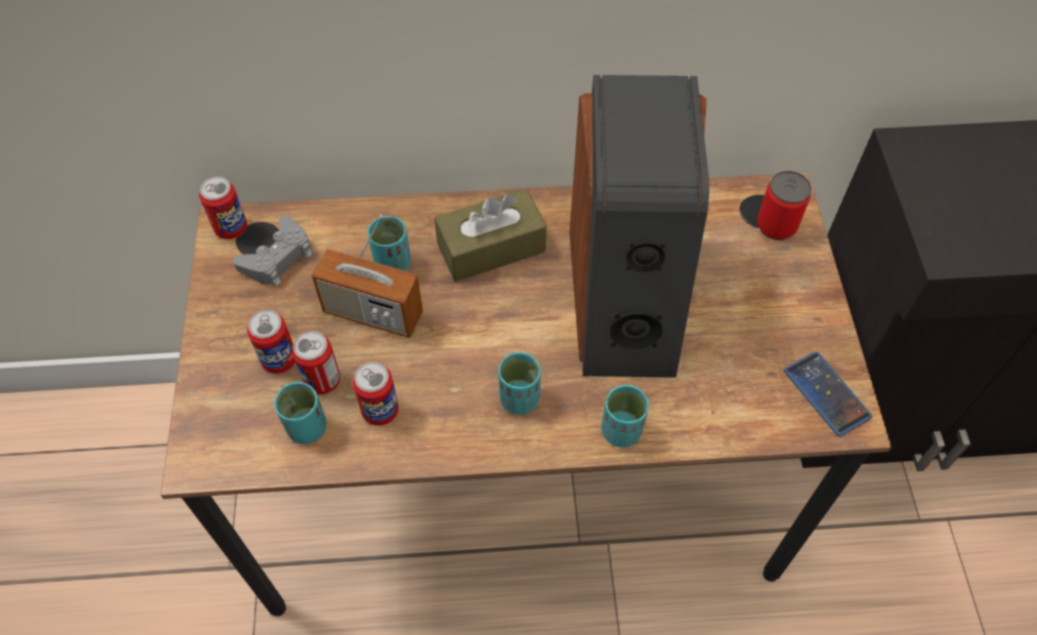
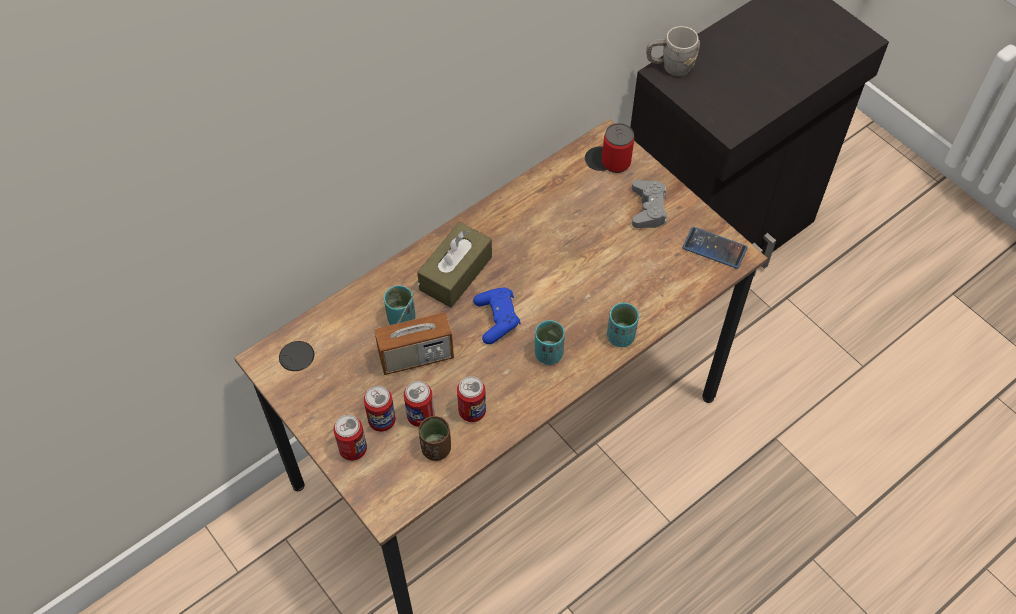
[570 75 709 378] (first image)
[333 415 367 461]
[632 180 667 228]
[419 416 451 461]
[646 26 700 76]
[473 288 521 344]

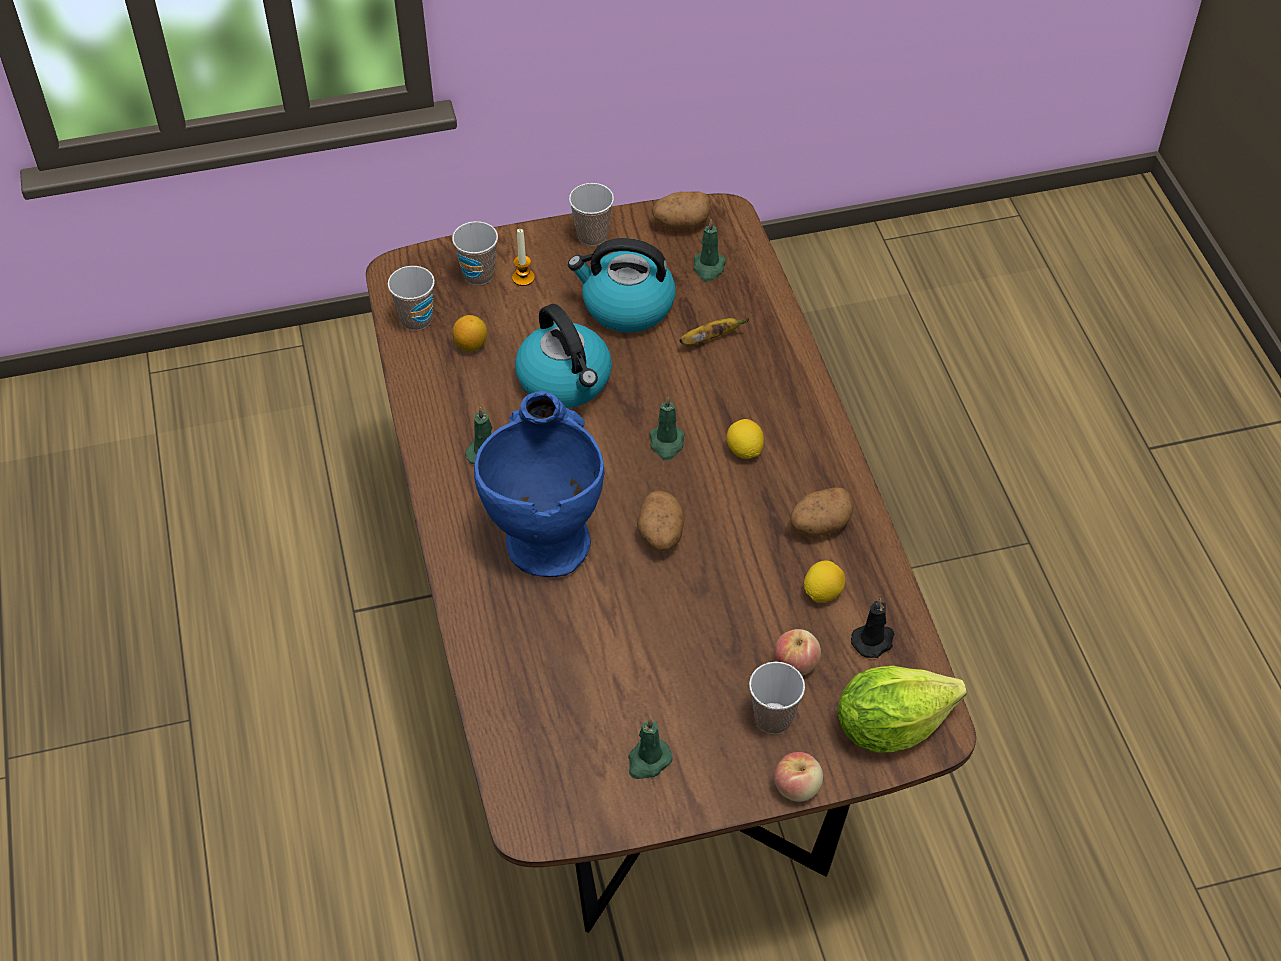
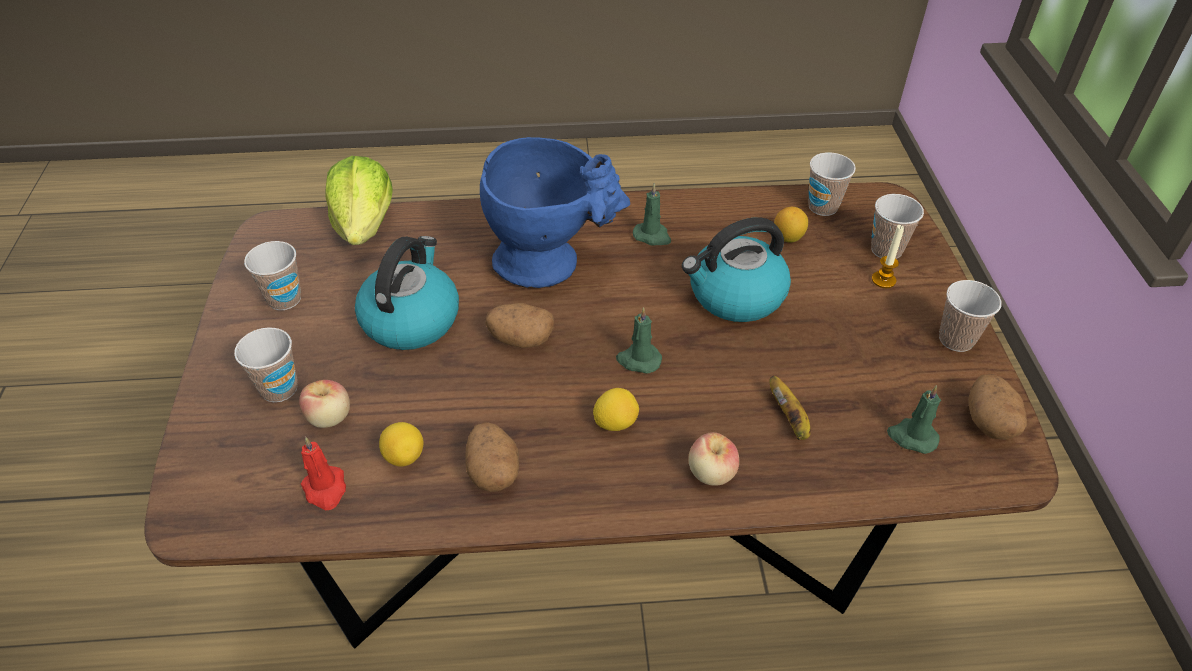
[355 236 459 350]
[301 437 346 511]
[326 156 393 245]
[244 241 301 310]
[688 432 739 486]

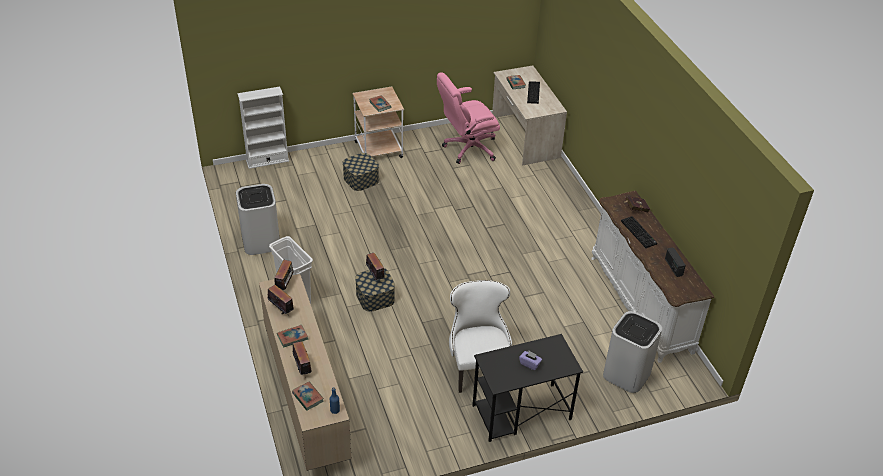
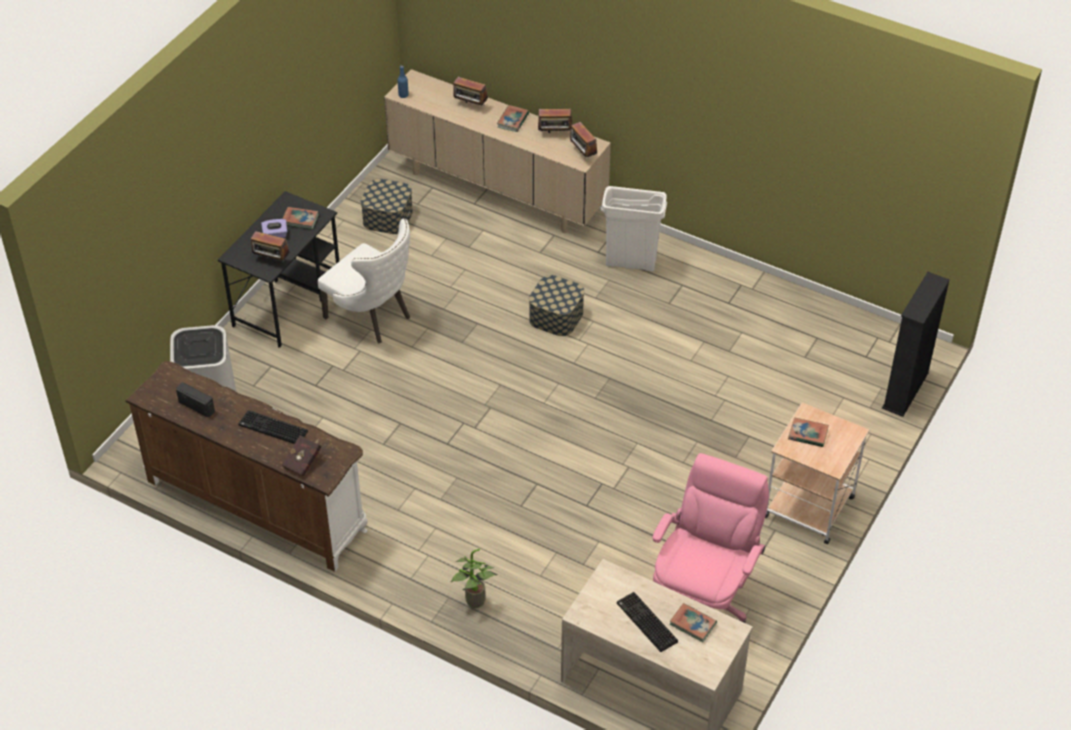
[882 272 950 417]
[361 179 413 234]
[236 184 280 255] (first image)
[251 231 290 261]
[282 207 319 229]
[450 549 497 608]

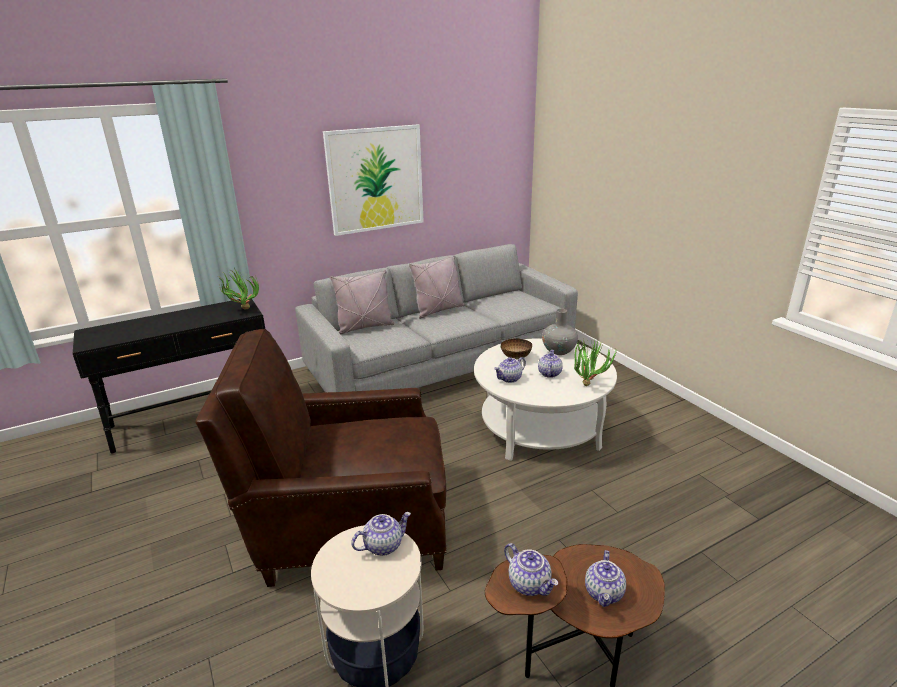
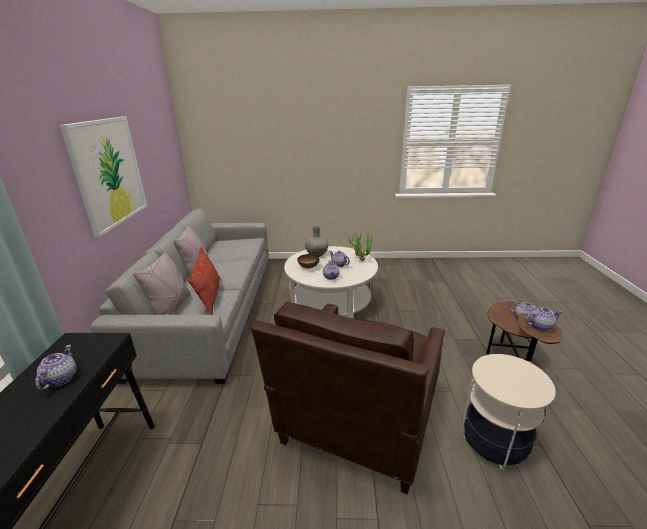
[220 268 259 309] (first image)
[35 345 76 390]
[188 247 221 315]

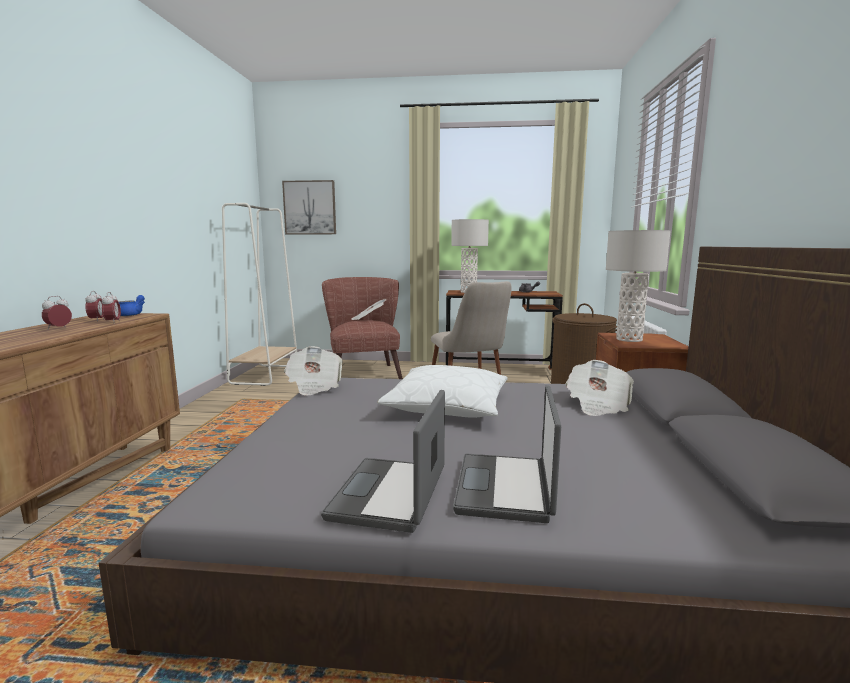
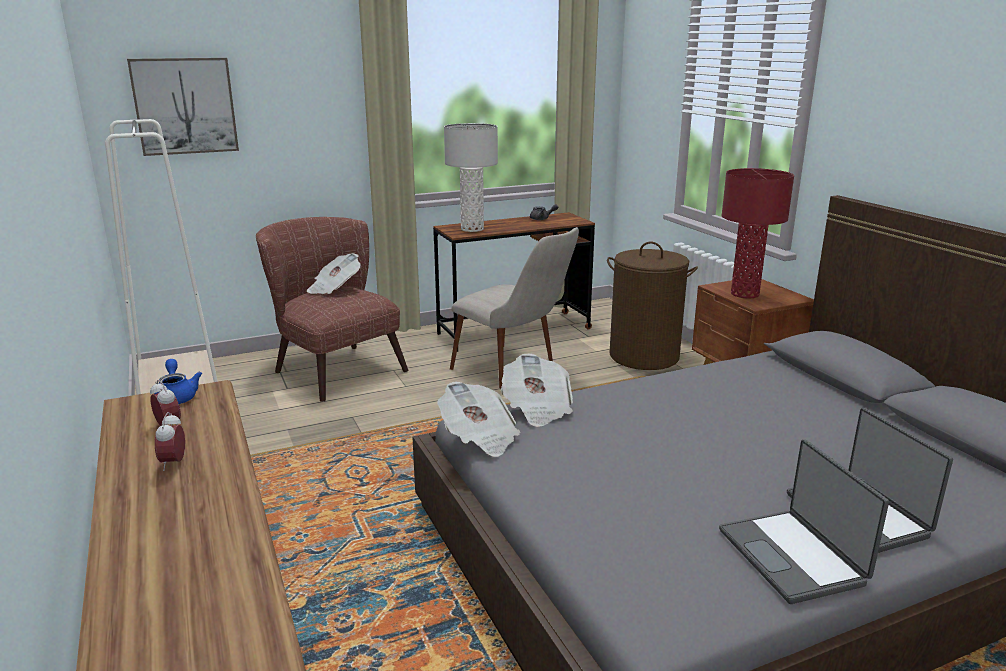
[722 168 794 299]
[102 292 121 321] (first image)
[501 353 573 427]
[377 365 508 418] (first image)

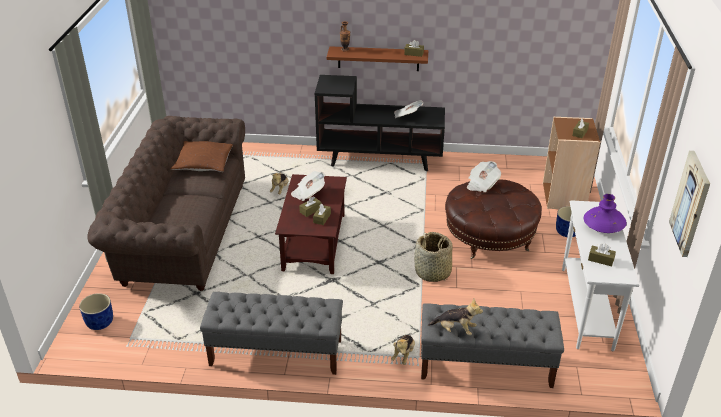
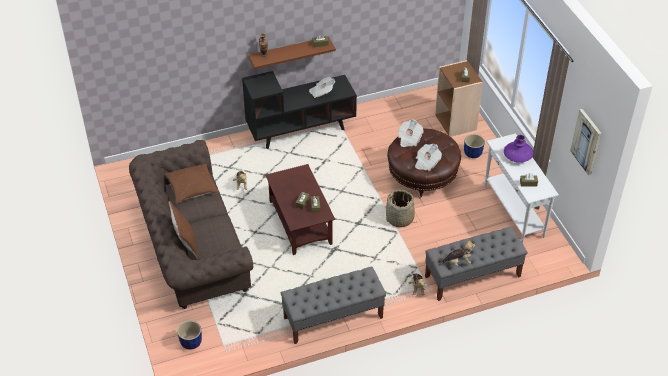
[415 144 442 171]
[169 201 200 259]

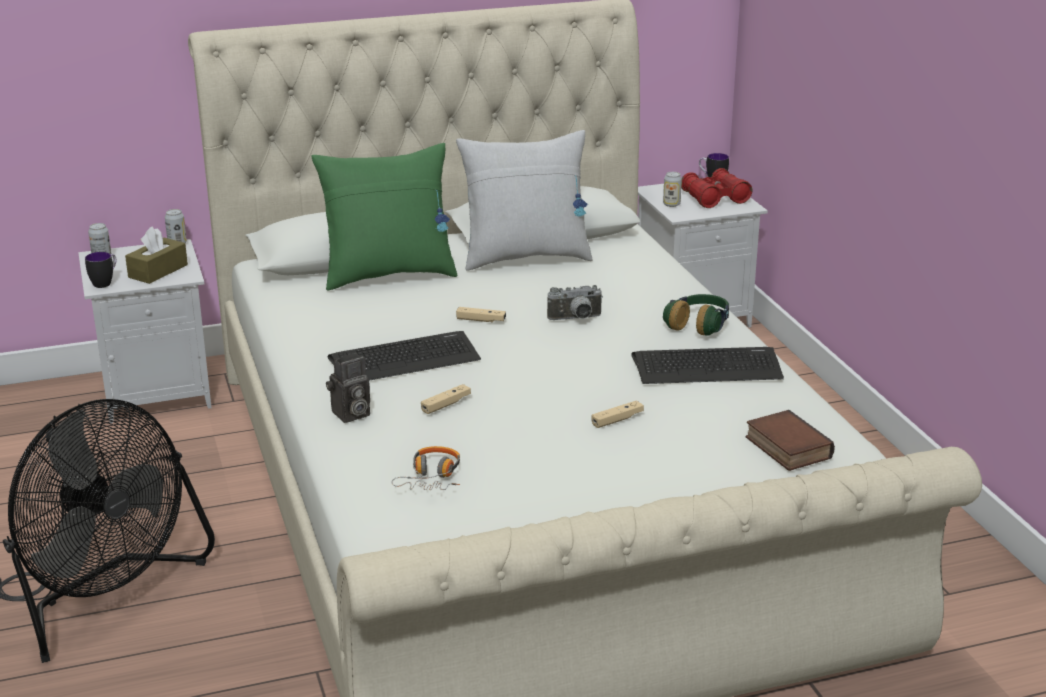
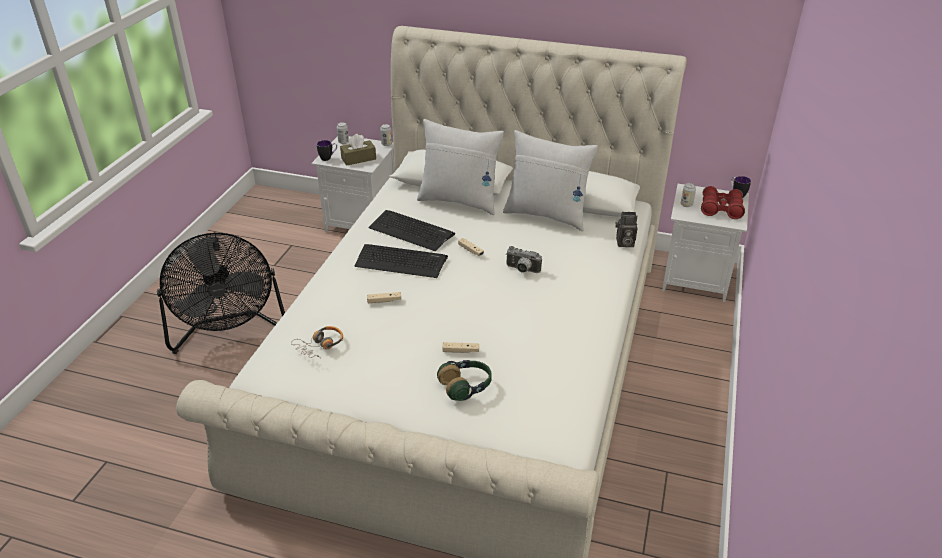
[417 119 504 215]
[437 360 492 401]
[368 210 455 251]
[615 212 637 247]
[746 410 835 471] (first image)

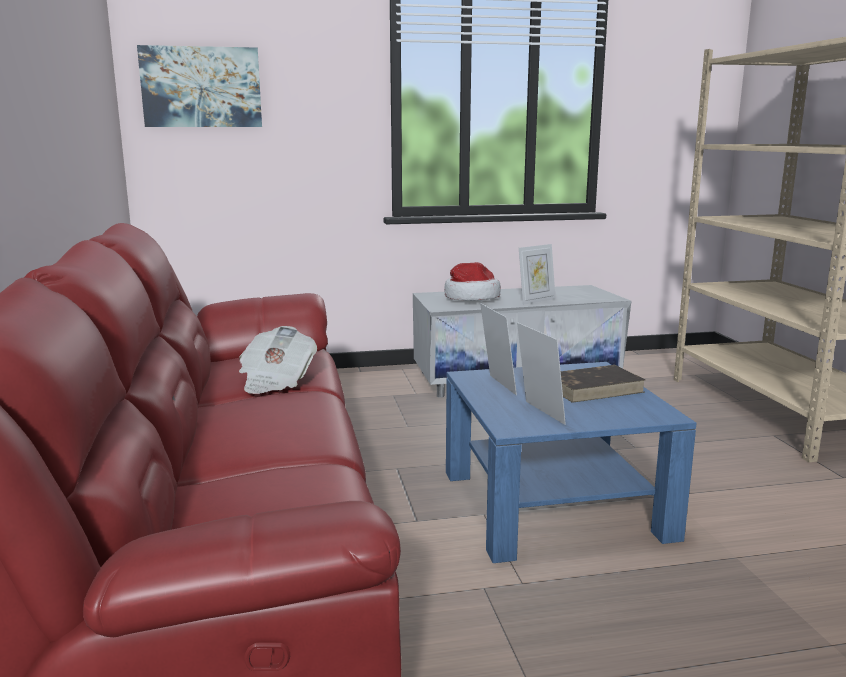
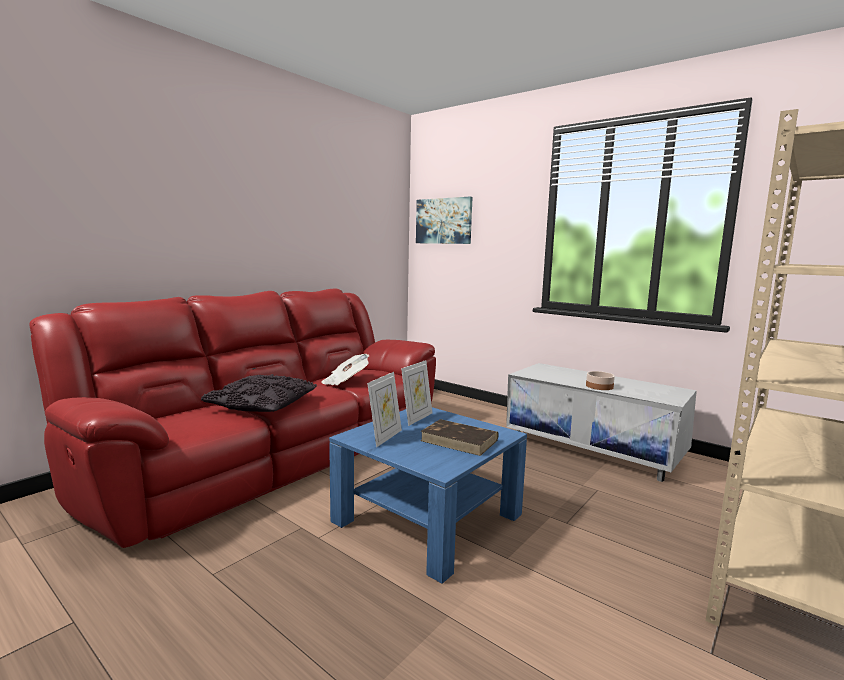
[586 371 615 390]
[444 262 501 301] (first image)
[201 374 317 412]

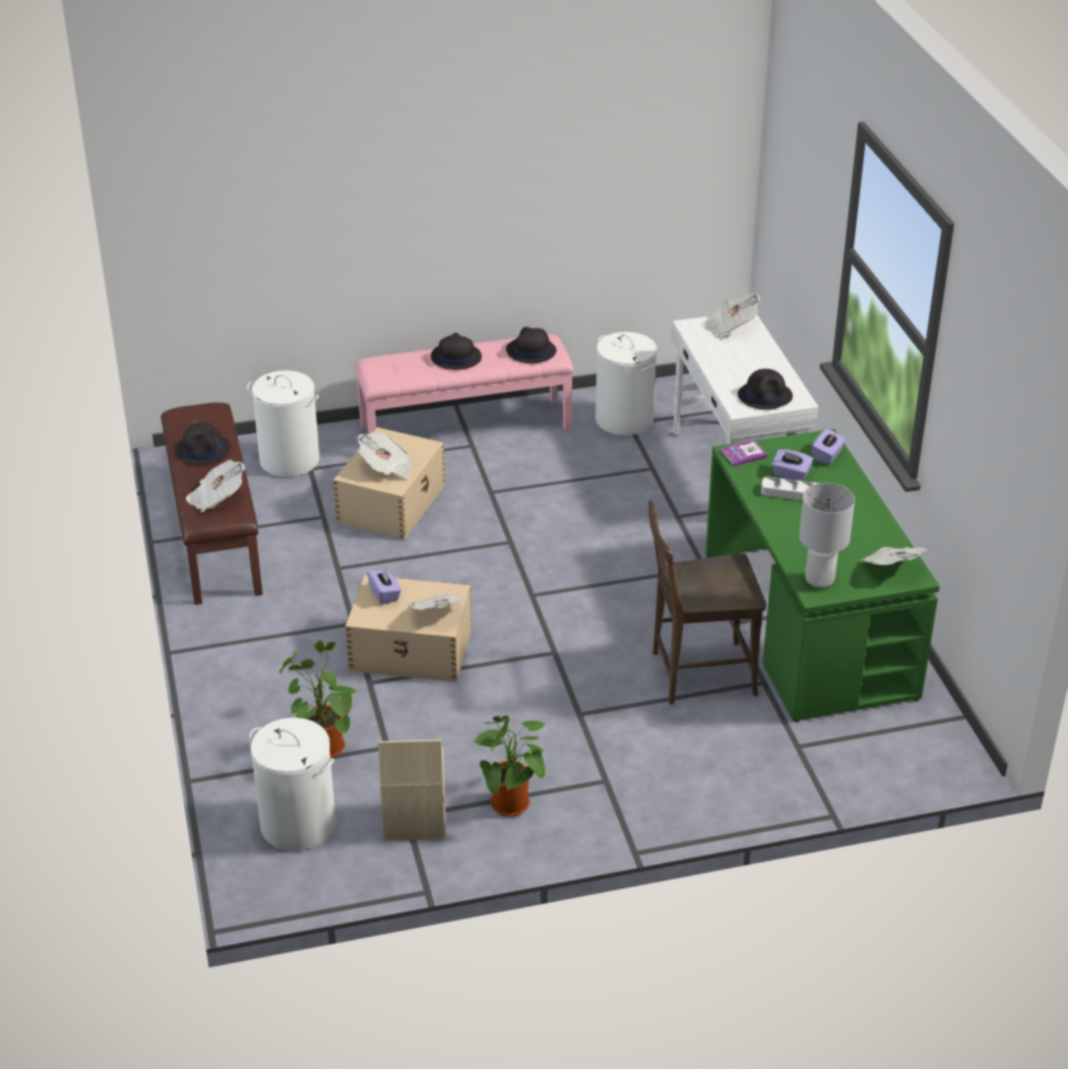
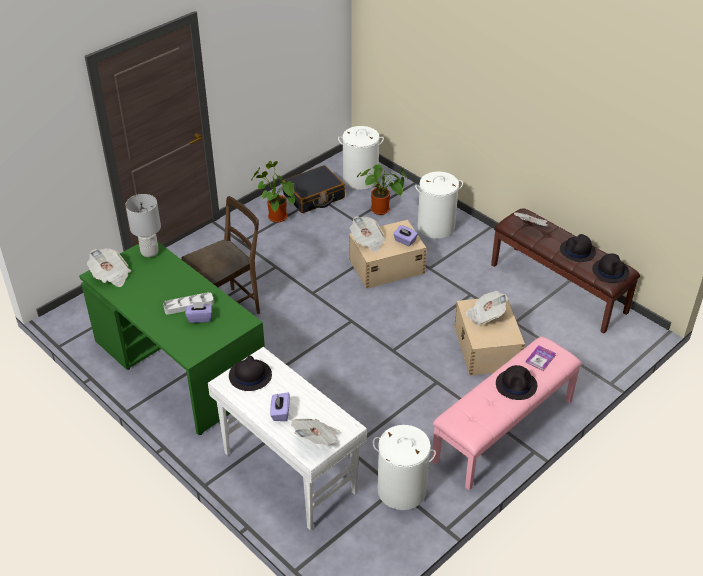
[592 254 630 283]
[415 172 463 239]
[270 392 290 421]
[526 345 556 371]
[282 165 345 213]

